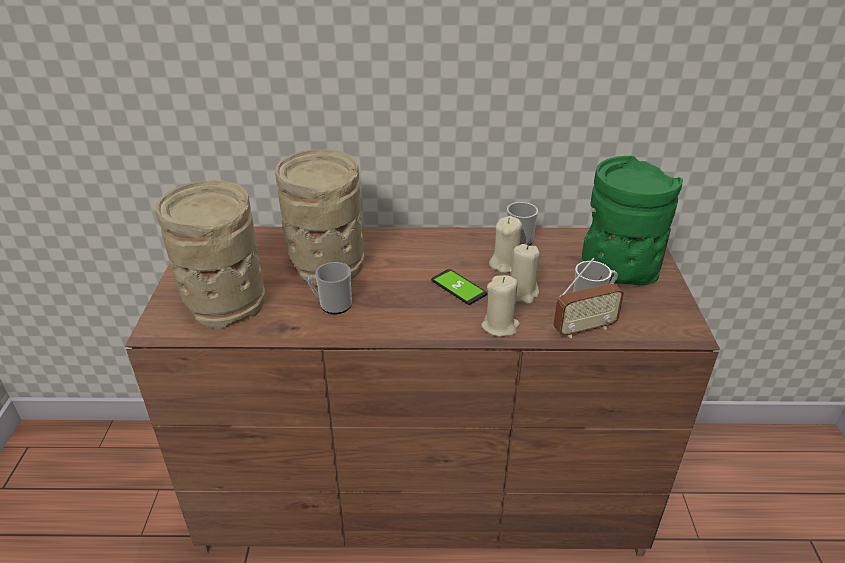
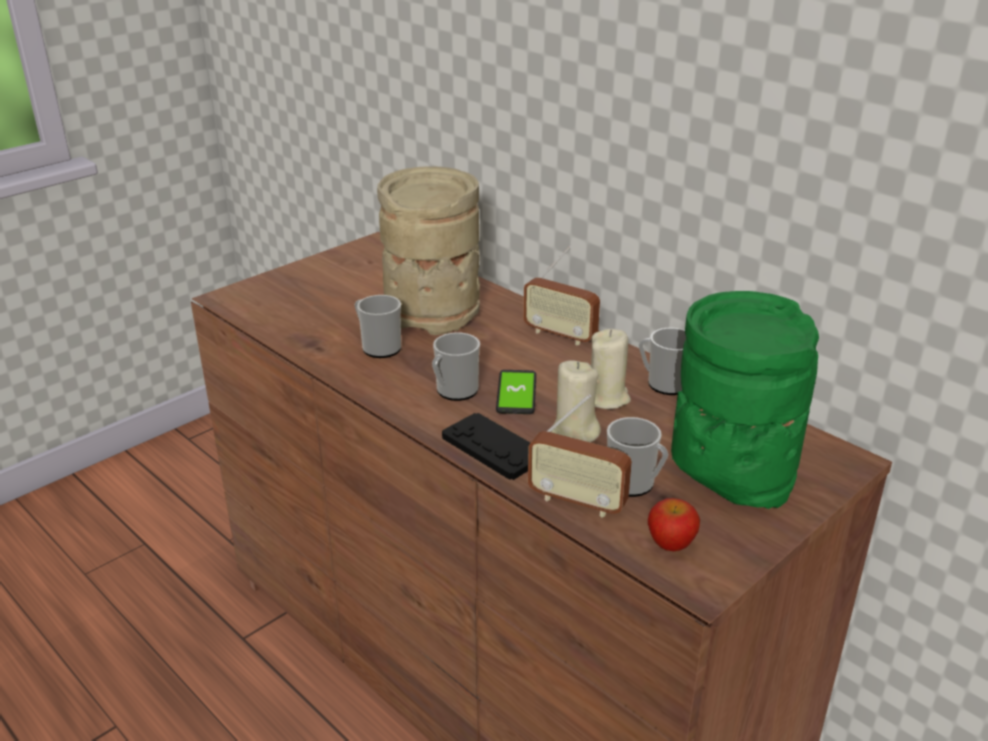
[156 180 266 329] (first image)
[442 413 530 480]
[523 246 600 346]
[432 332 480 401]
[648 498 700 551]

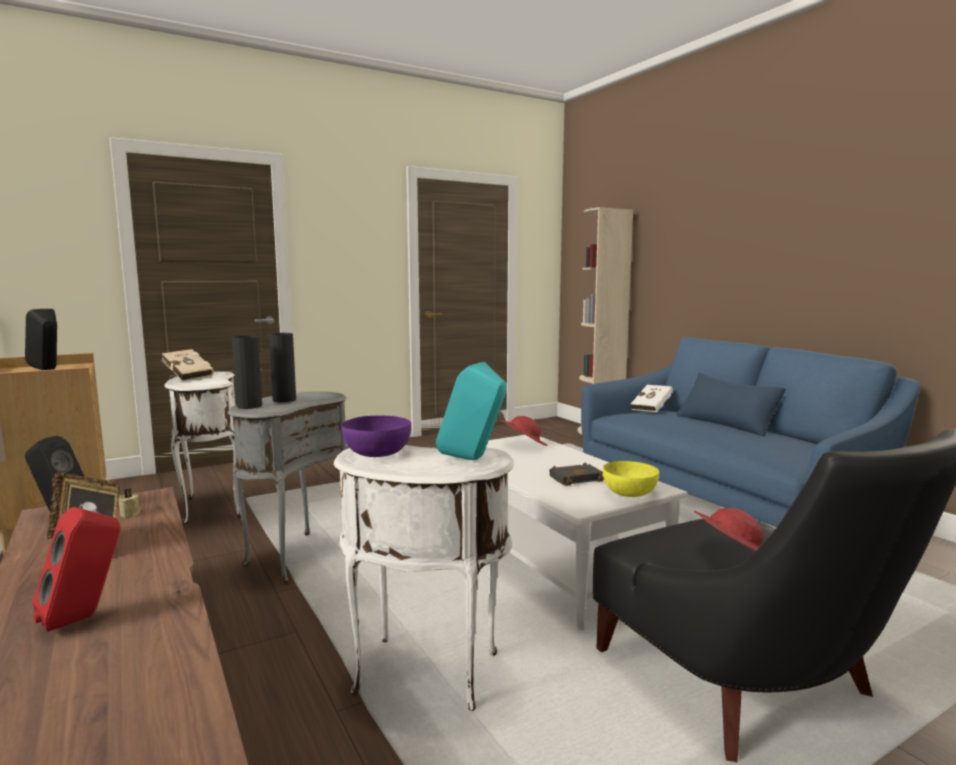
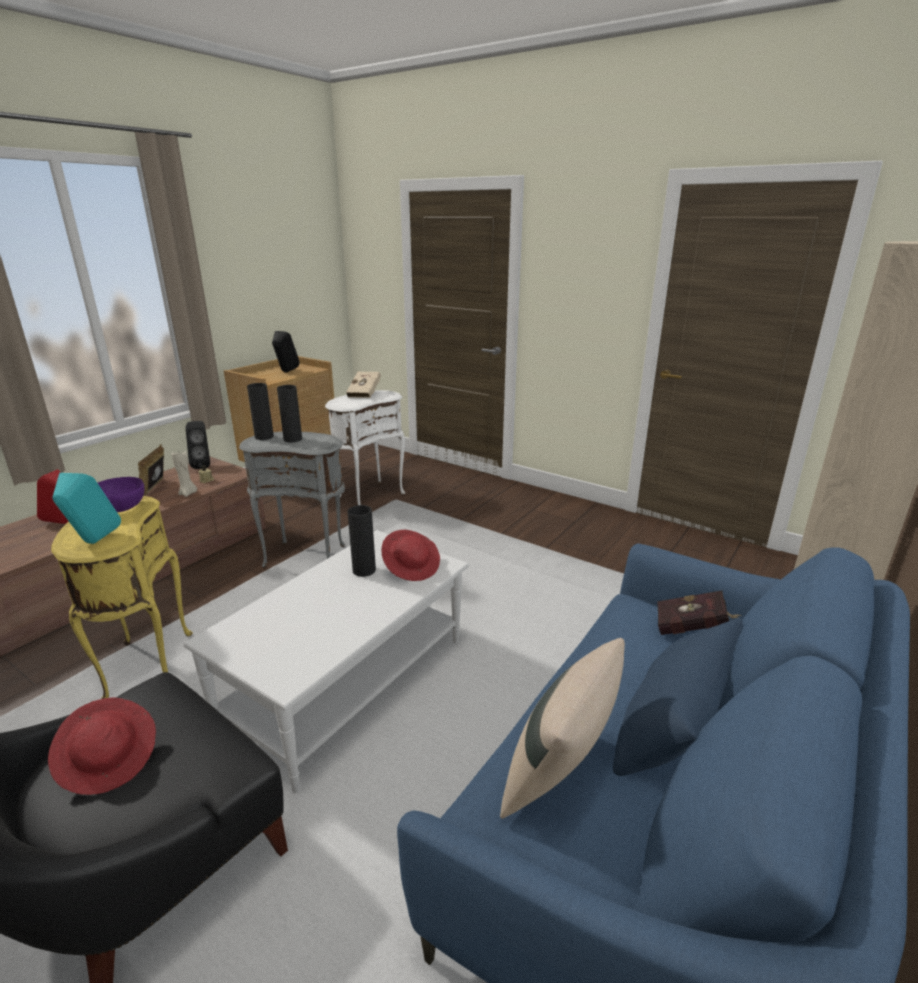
[657 590 741 635]
[51 496 193 699]
[603 461 659 497] (first image)
[549 462 604 486] (first image)
[171 450 197 497]
[347 505 376 577]
[500 638 625 819]

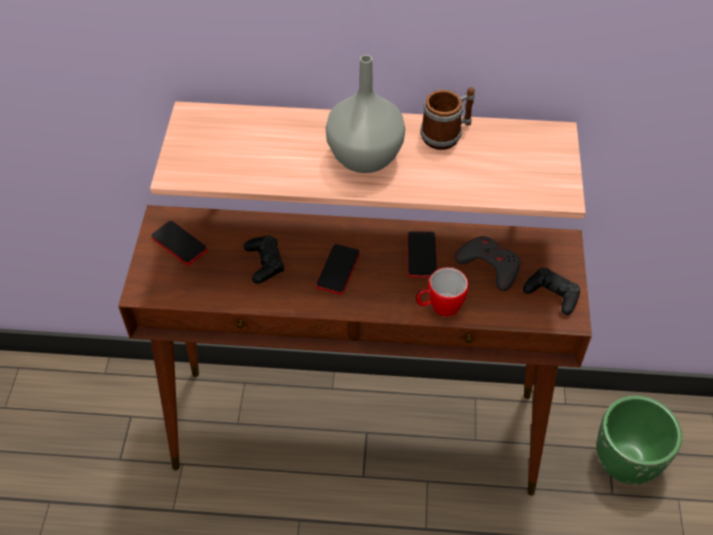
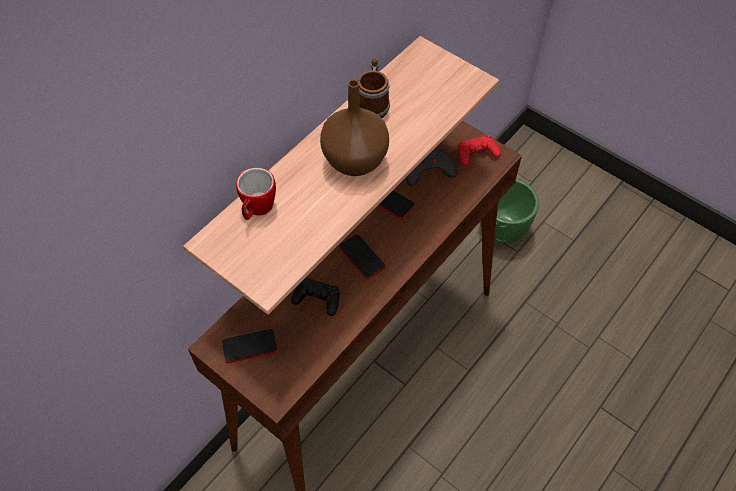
[320 80 389 176]
[236 167 276 220]
[458 135 501 166]

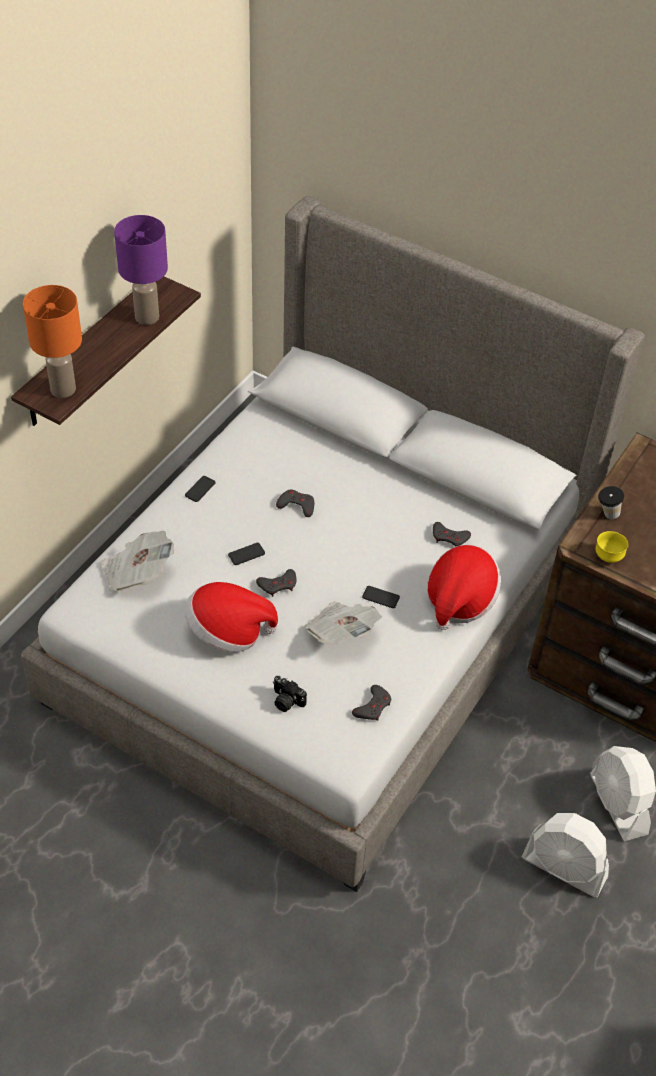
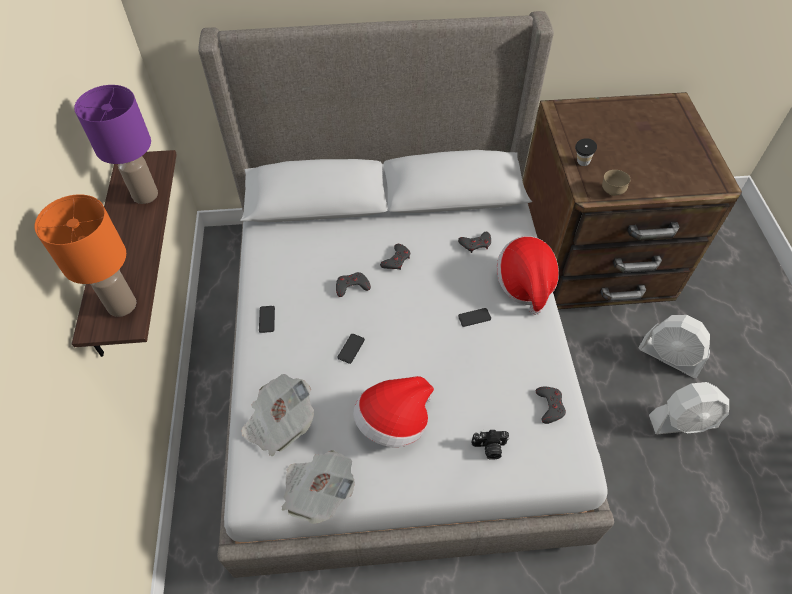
[602 170 631 196]
[380 244 410 270]
[282 450 355 524]

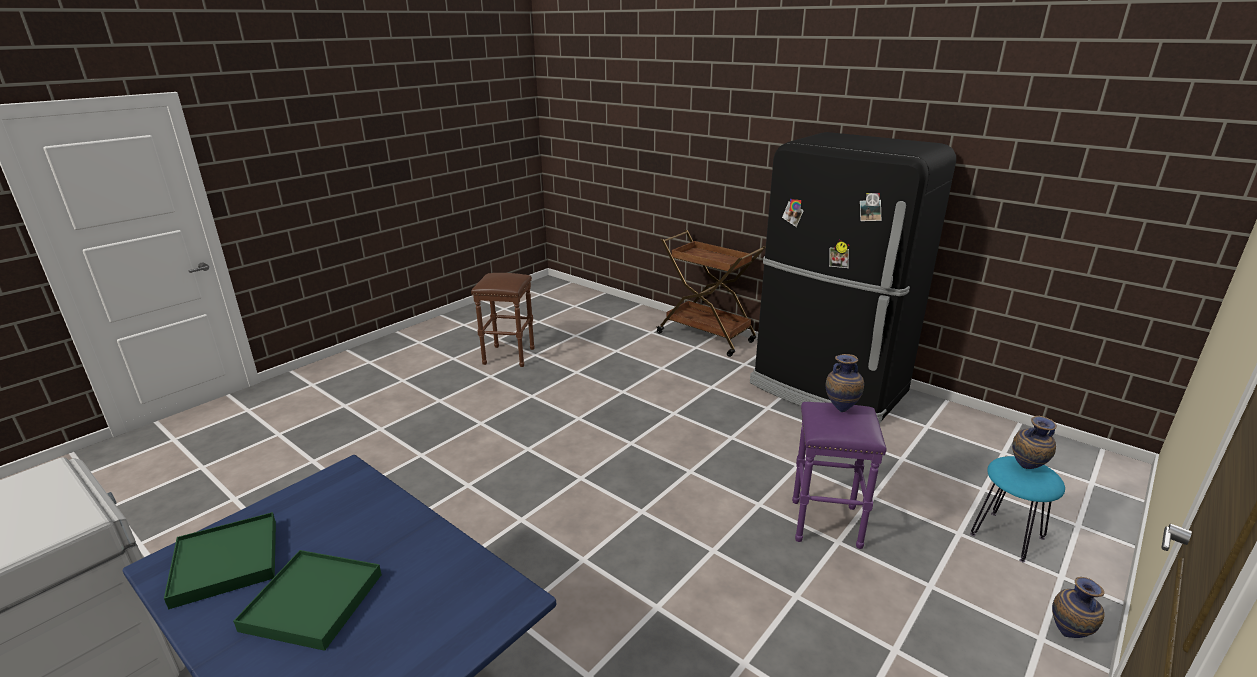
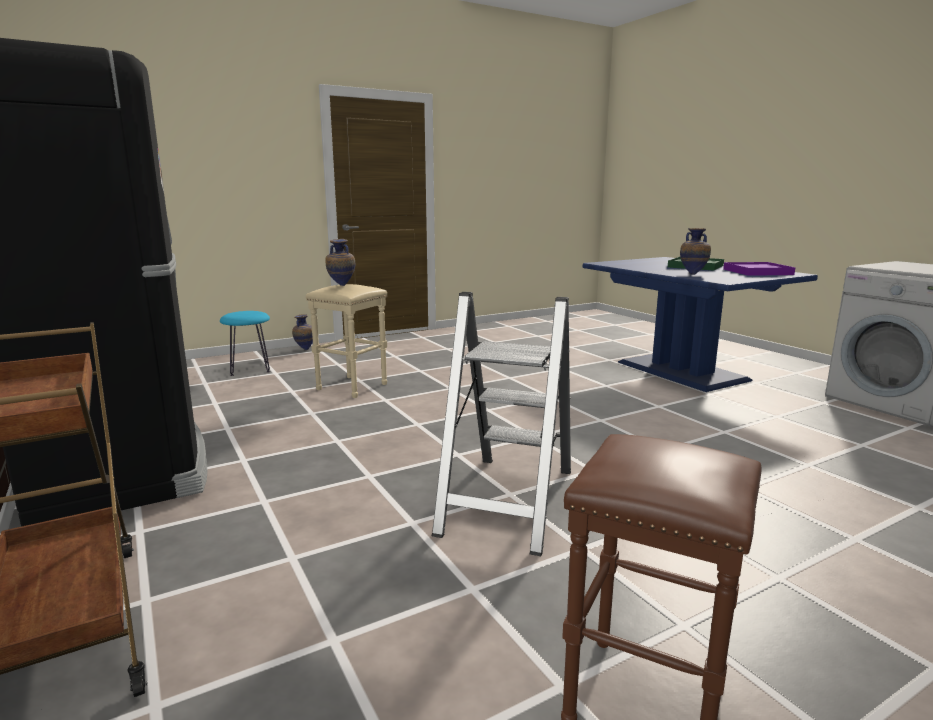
[306 284 387 398]
[680 228 711 275]
[723 262 796 276]
[432 292 571 556]

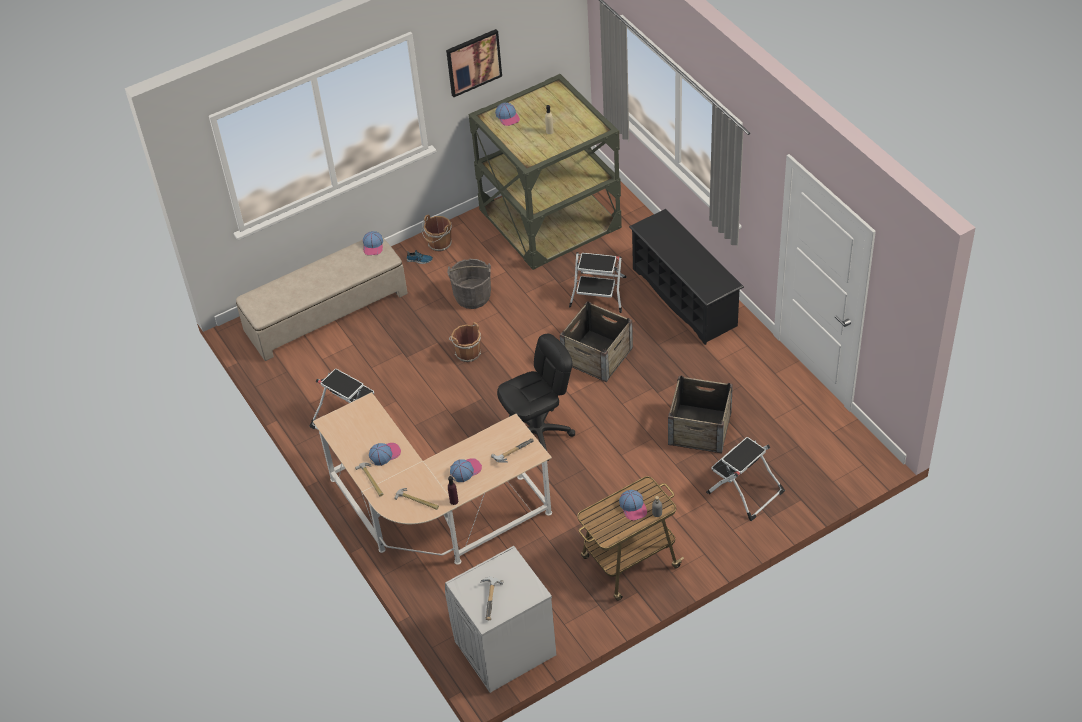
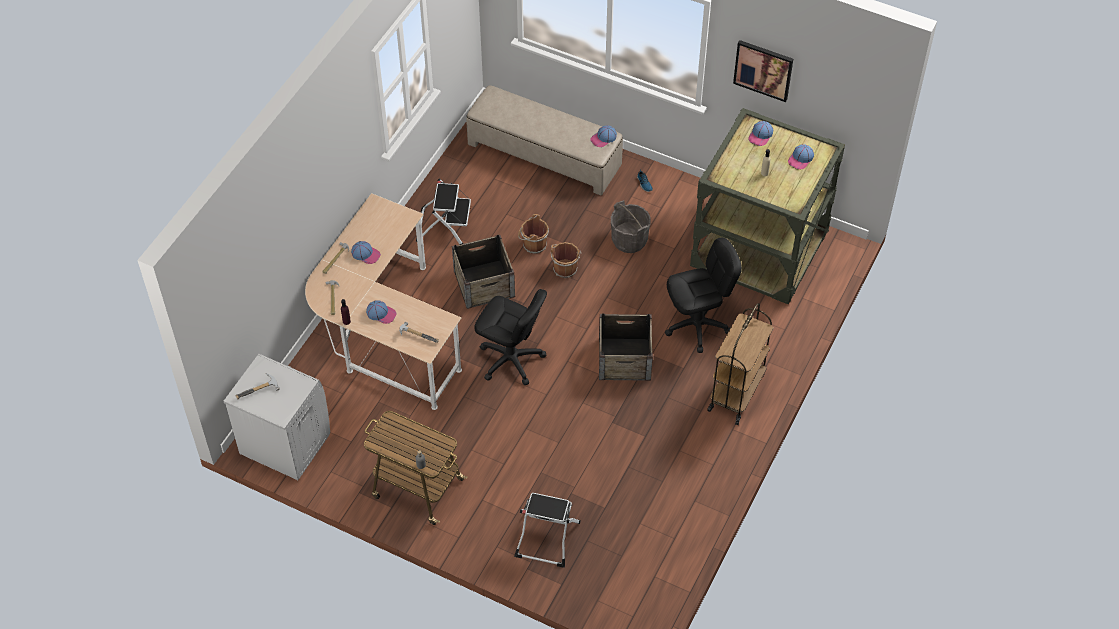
[707 303 773 425]
[518 214 549 254]
[665 238 742 353]
[452 235 515 309]
[788 144 814 169]

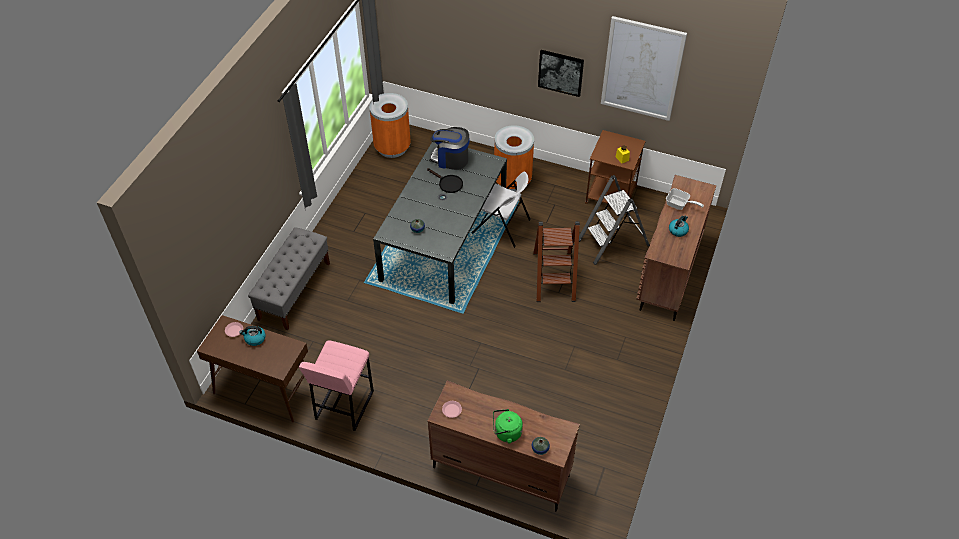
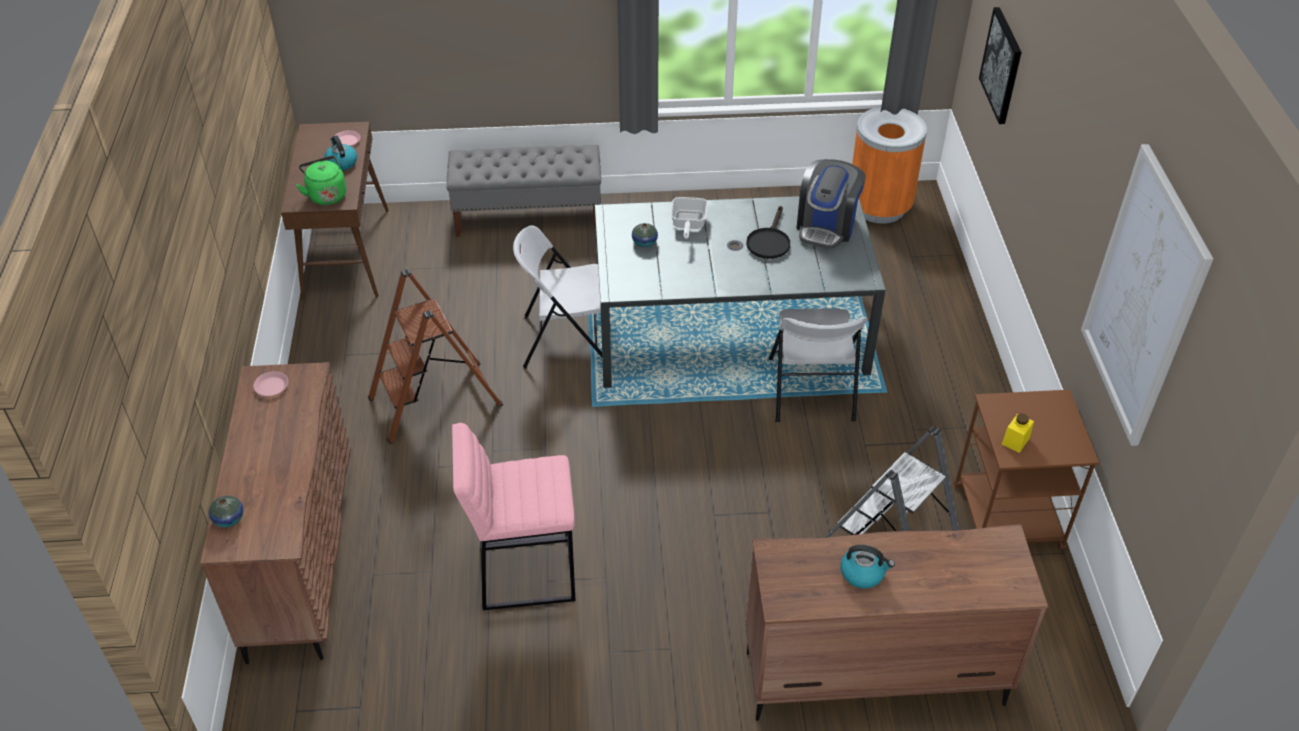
[979 7 1022 124]
[494 125 534 192] (first image)
[796 159 865 249]
[671 197 708 239]
[368 269 503 444]
[452 423 576 610]
[296 156 346 205]
[513 226 602 368]

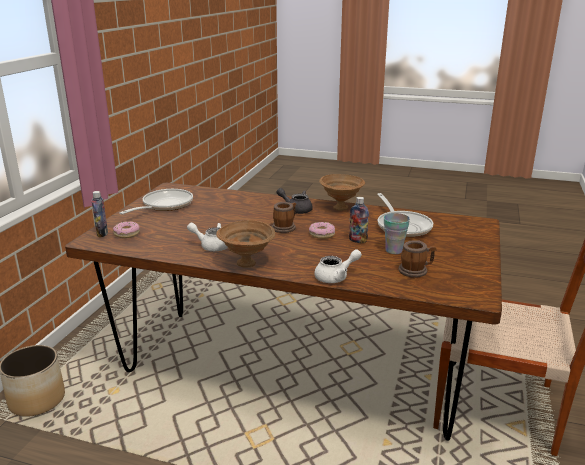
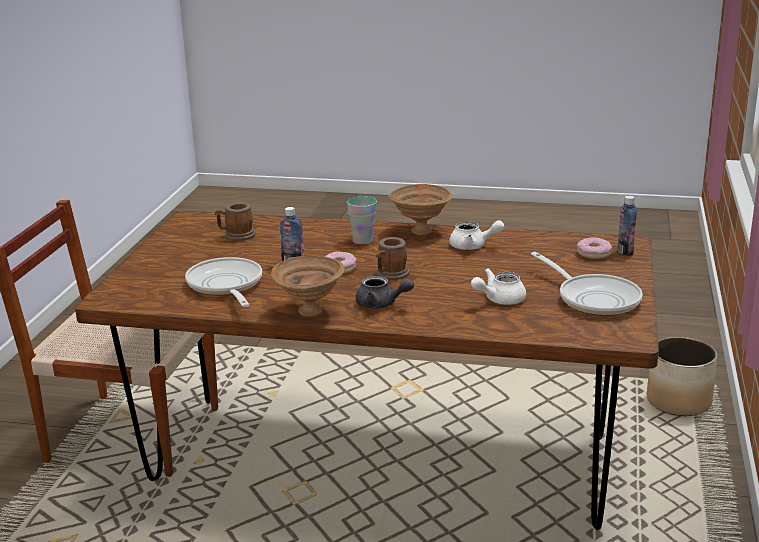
[531 252 643 316]
[347 196 377 244]
[471 268 526 305]

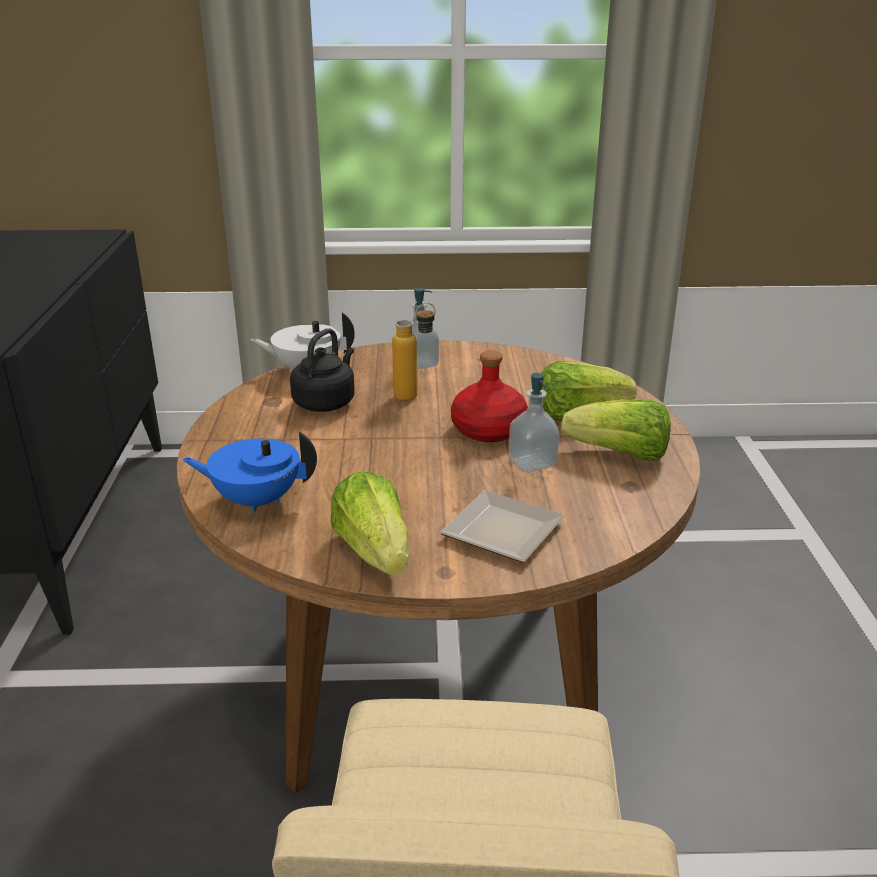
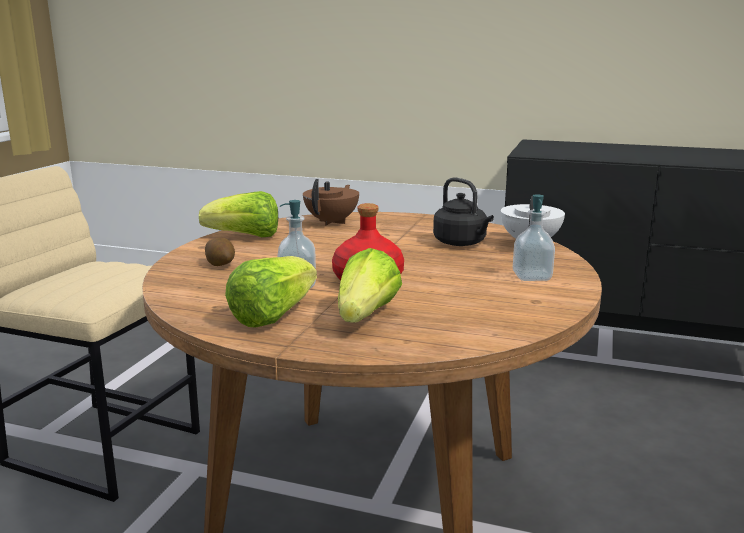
[392 303 435 401] (first image)
[303 179 359 226]
[205 237 235 266]

